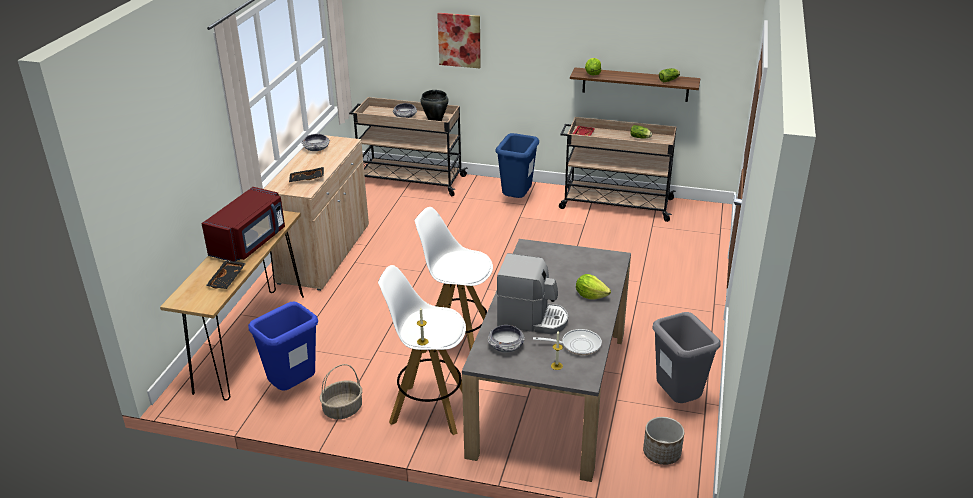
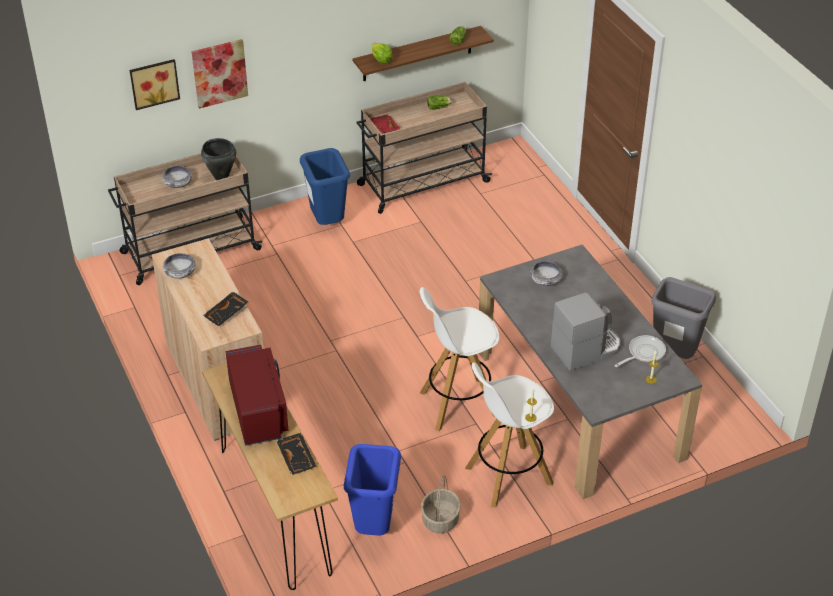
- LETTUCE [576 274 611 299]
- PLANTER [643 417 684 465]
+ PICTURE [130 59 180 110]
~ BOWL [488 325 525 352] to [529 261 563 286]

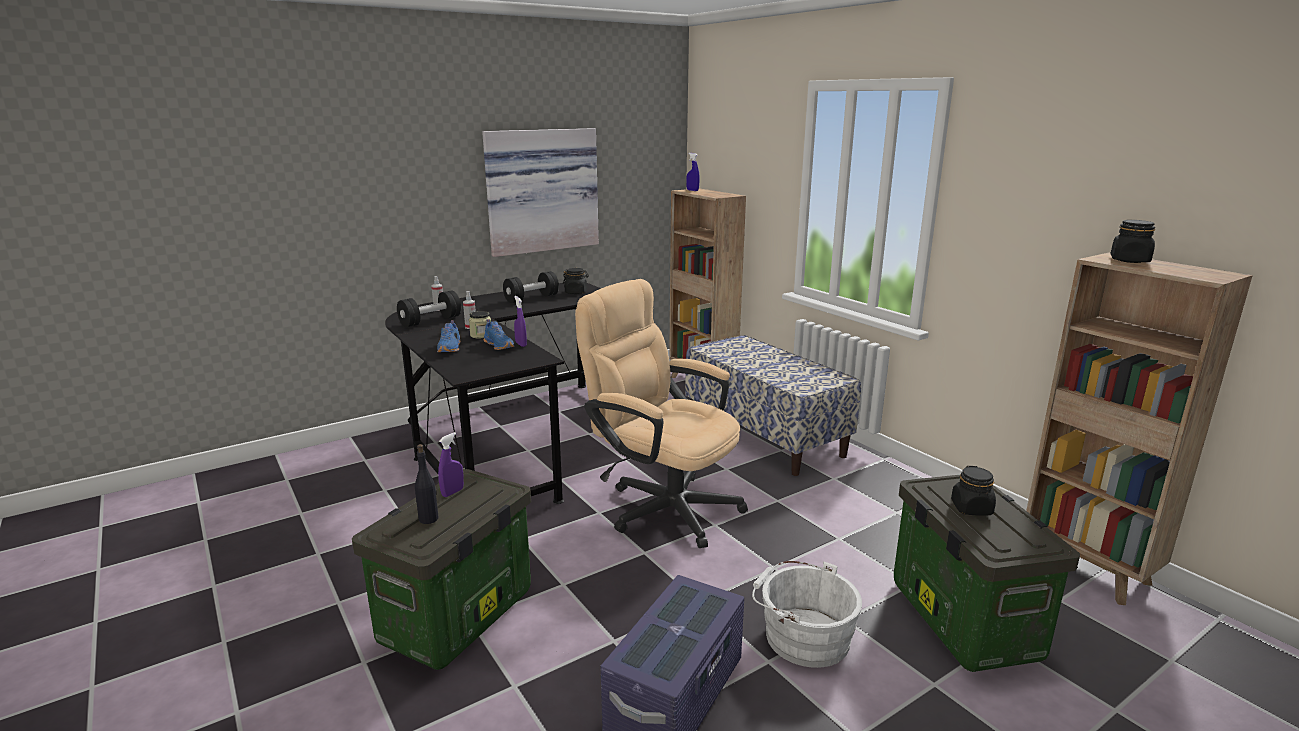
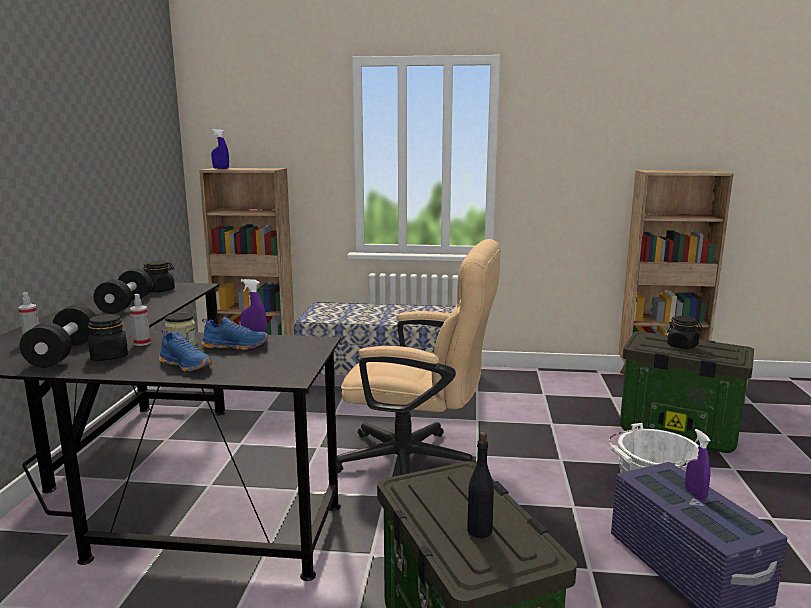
- PICTURE [482 128 599 257]
~ PURPLE SPRAY BOTTLE [438 432 464 497] to [685 429 711 500]
~ BLACK JAR [1111 220 1155 263] to [88 314 128 361]
~ BEIGE OFFICE CHAIR [575 279 748 548] = [337 239 501 475] 150 degrees counterclockwise

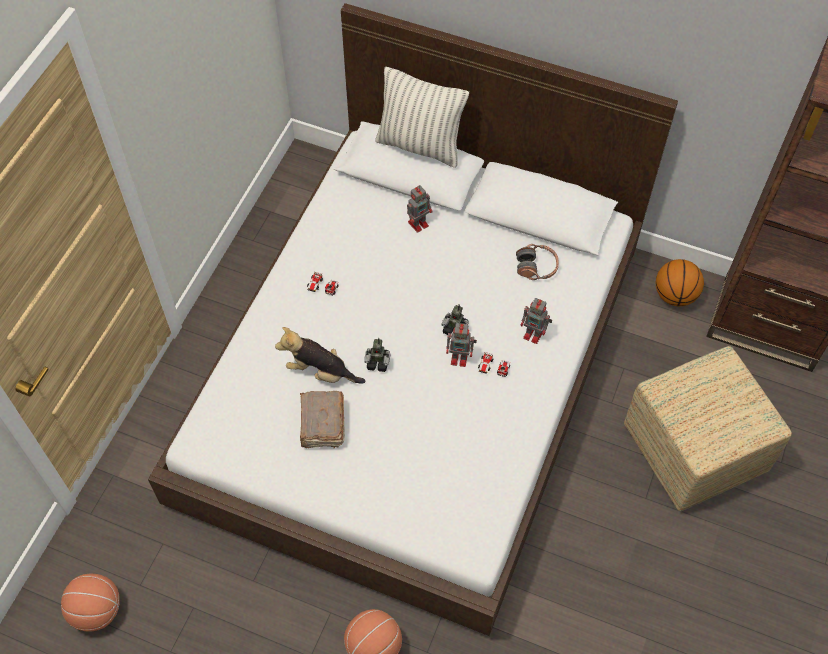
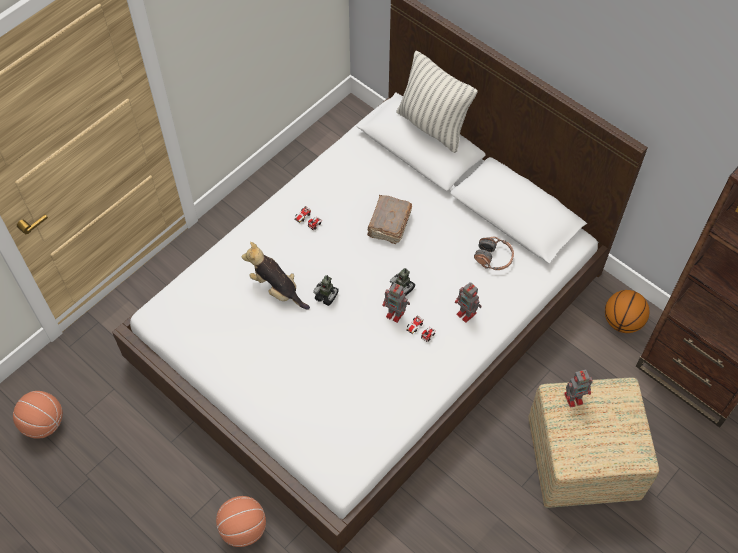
~ BROWN BOOK [300 391 345 448] to [367 195 412 244]
~ TOY ROBOT [407 185 432 233] to [564 369 593 408]

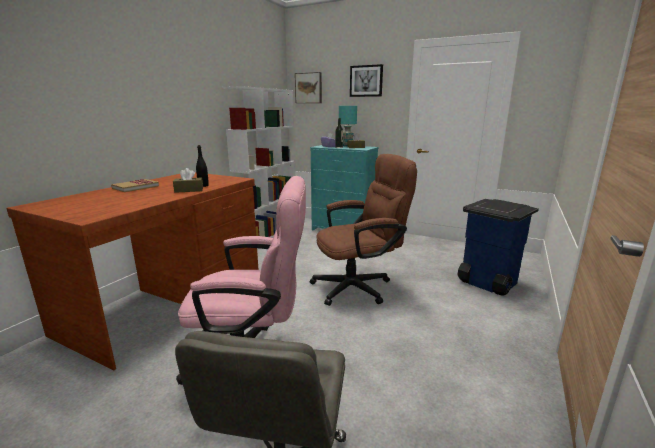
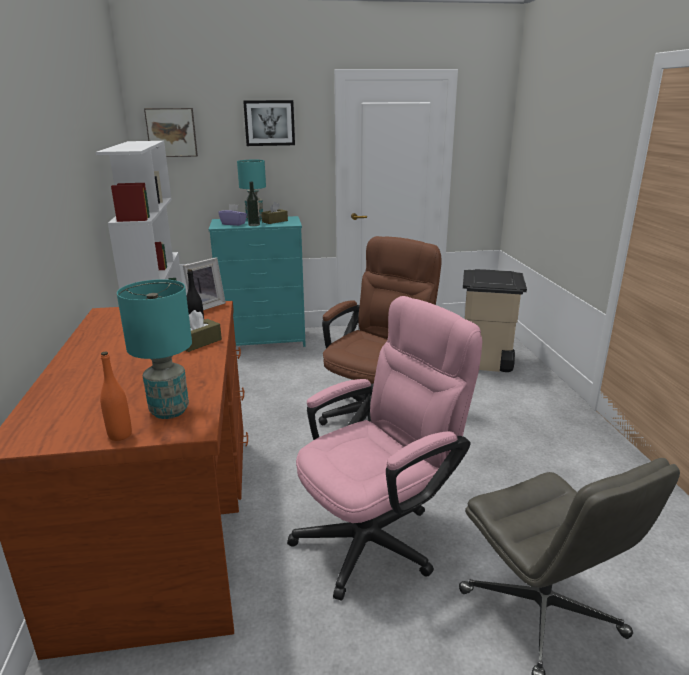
- BOOK [111 179 159 192]
+ ORANGE BOTTLE [100 352 132 441]
+ TURQUOISE TABLE LAMP [117 279 192 419]
+ PICTURE FRAME [183 257 226 310]
~ BLUE TRASH CAN [457 199 539 296] to BEIGE TRASH CAN [463 269 527 372]

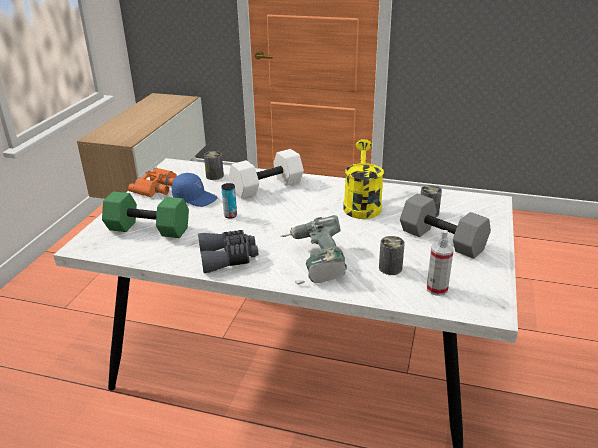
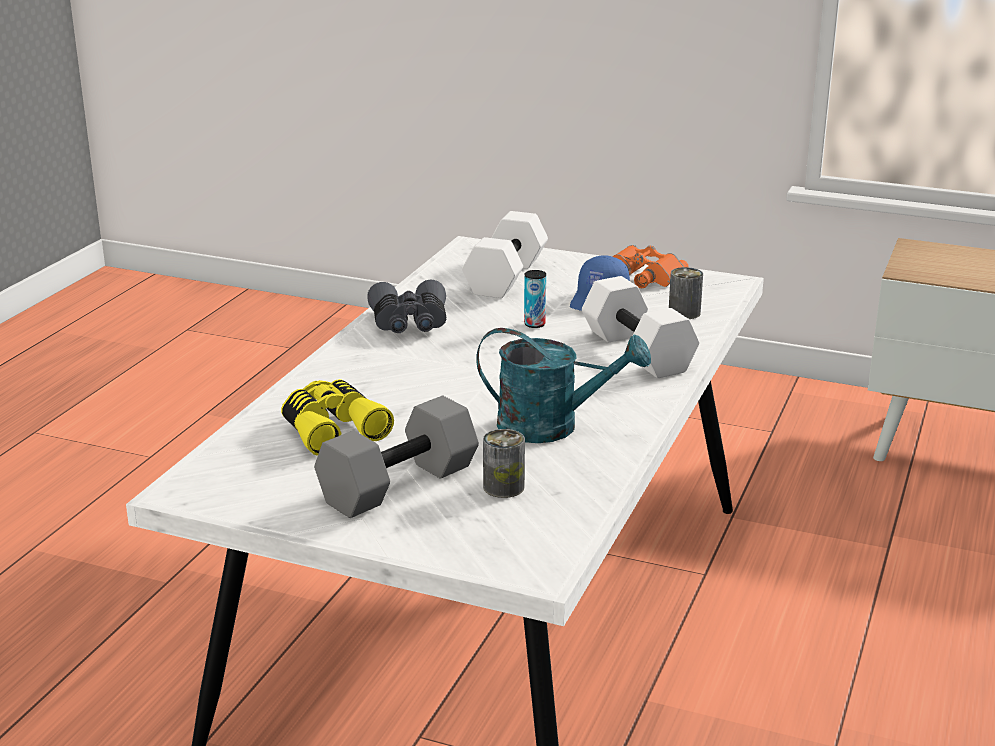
- POWER DRILL [280 215 347 284]
- SPRAY BOTTLE [427 230 454 296]
~ CAN [379 236 405 275] to YELLOW BINOCULARS [281 379 394 456]
~ GREEN DUMBBELL [102 192 189 238] to WHITE DUMBBELL [462 211 548 298]
~ YELLOW WATERING CAN [343 139 384 219] to TURQUOISE WATERING CAN [476 328 651 443]

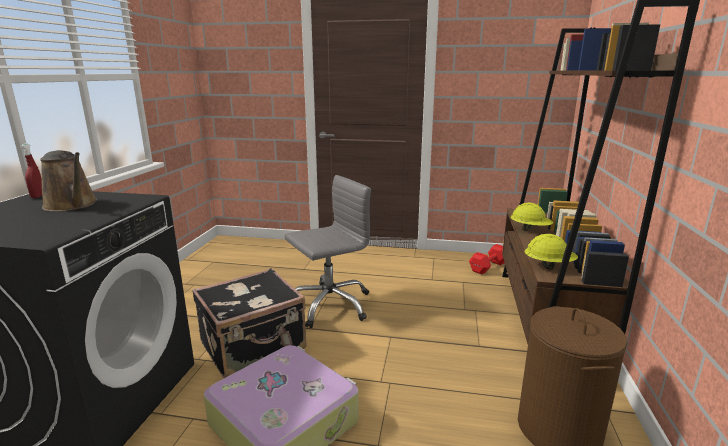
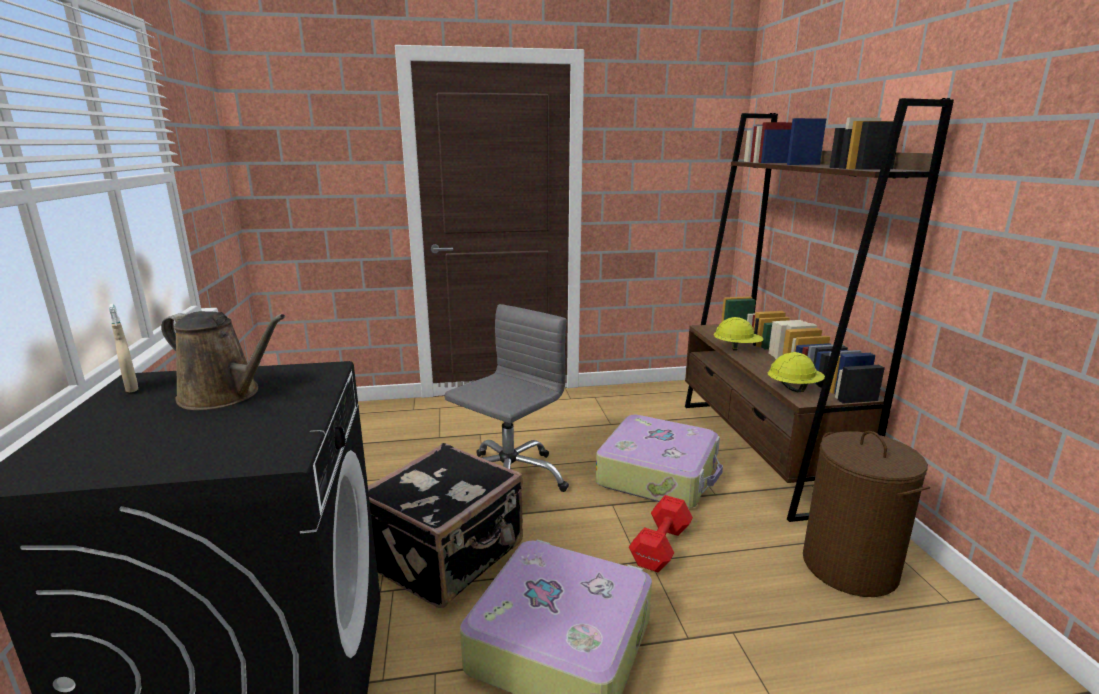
+ SUITCASE [596 415 723 508]
~ RED DUMBBELL [469 244 504 275] to [629 495 693 573]
~ RED SPRAY BOTTLE [20 143 42 198] to BEIGE SPRAY BOTTLE [109 304 138 392]

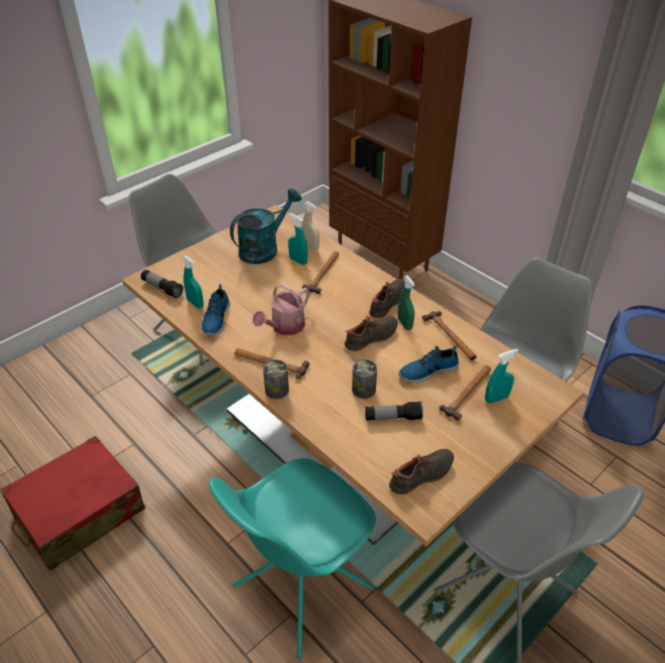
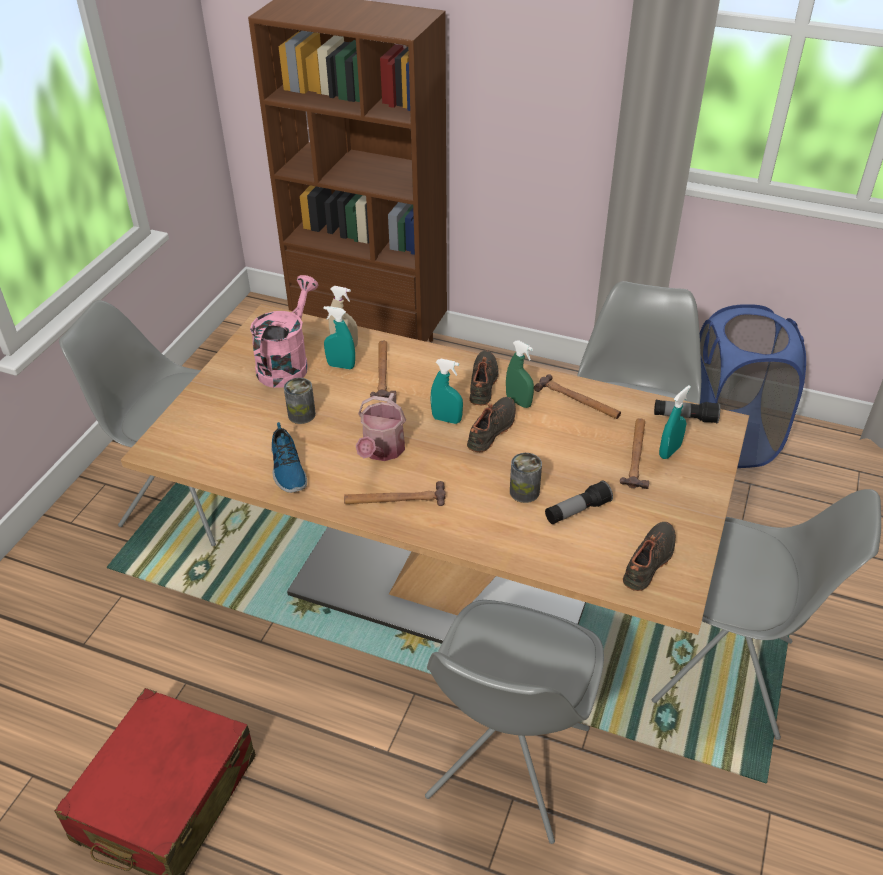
- SHOE [399 345 459 383]
~ FLASHLIGHT [141 270 183 298] to [654 400 720 424]
~ TURQUOISE SPRAY BOTTLE [182 256 204 308] to [430 359 463 424]
~ CAN [263 360 289 399] to [284 378 316 424]
~ TURQUOISE CHAIR [209 458 376 660] to GREY CHAIR [425 600 604 844]
~ TURQUOISE WATERING CAN [230 188 302 264] to PINK WATERING CAN [250 275 319 388]

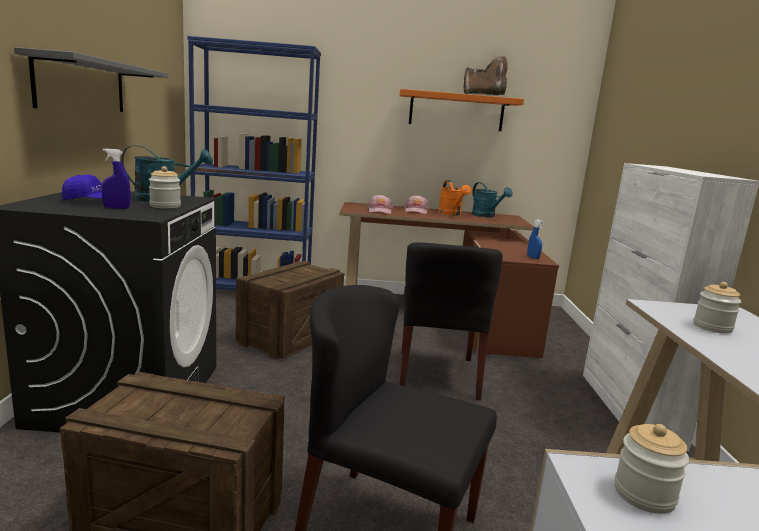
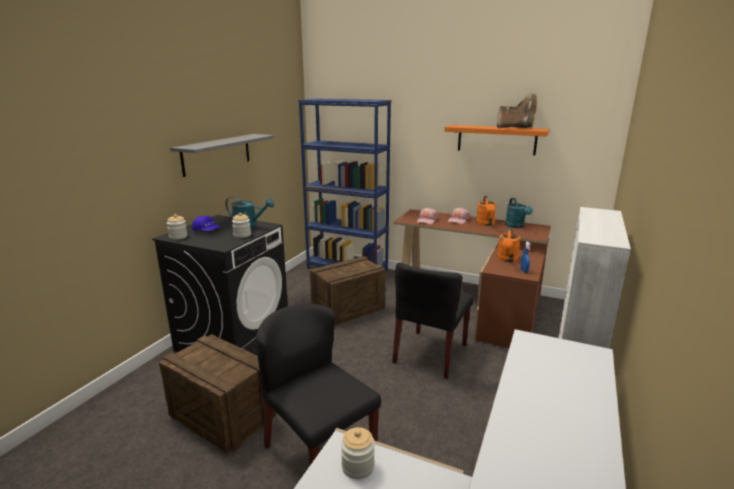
- BLUE SPRAY BOTTLE [101 148 131 209]
+ ORANGE WATERING CAN [497 228 520 262]
~ JAR [694 282 741 334] to [167 214 187 240]

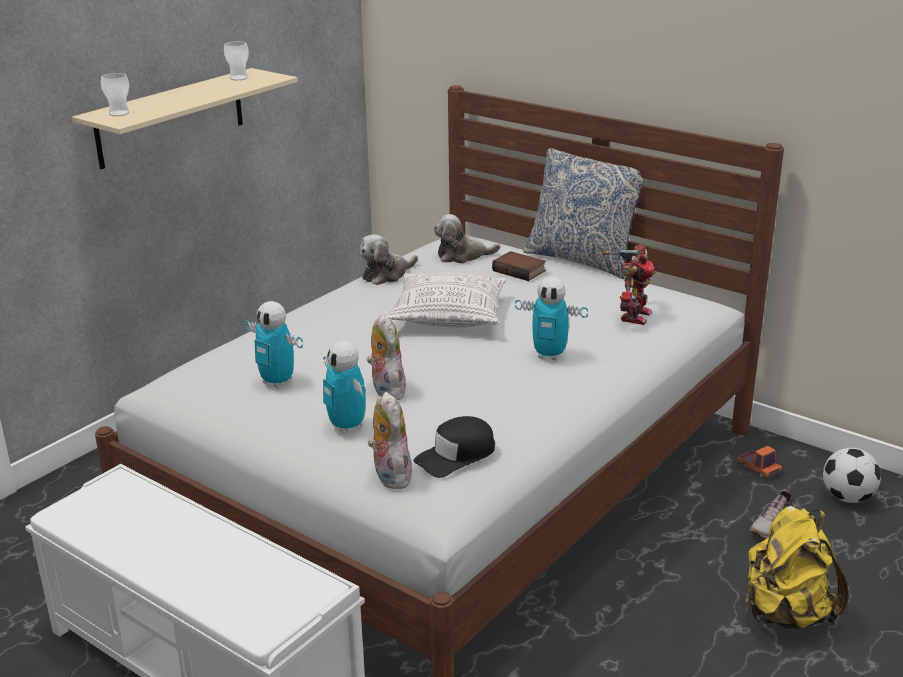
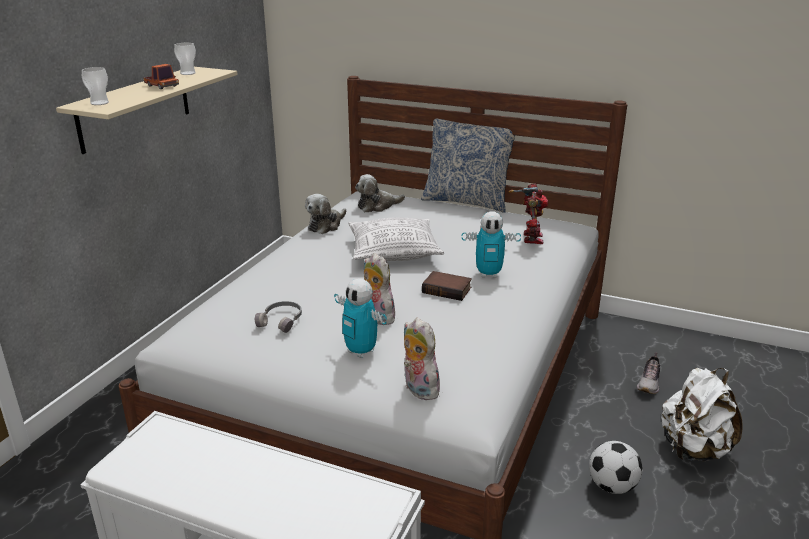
- BLACK CAP [414 416 495 478]
~ BOOK [492 251 546 281] to [422 271 472 301]
~ TOY TRUCK [737 446 782 479] to [144 64 179 89]
~ FOOTBALL [823 448 881 503] to [589 441 643 494]
~ TOY ROBOT [244 301 303 388] to GREY HEADPHONES [255 301 302 333]
~ YELLOW BACKPACK [745 506 849 629] to WHITE BACKPACK [661 368 743 461]

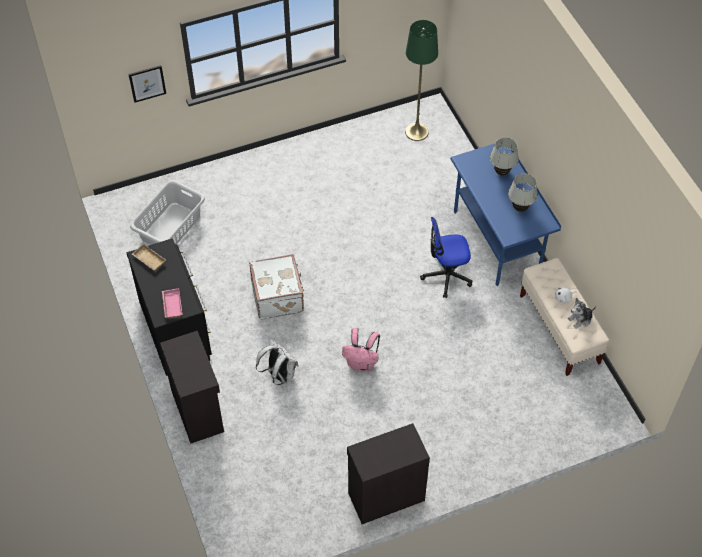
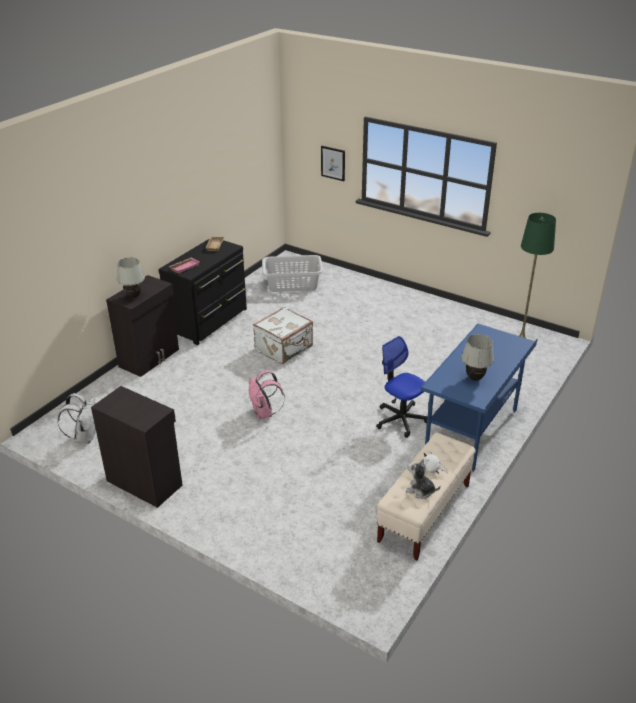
~ WHITE BACKPACK [256 340 299 385] to [57 393 96 444]
~ WHITE TABLE LAMP [490 137 519 175] to [117 257 145 299]

